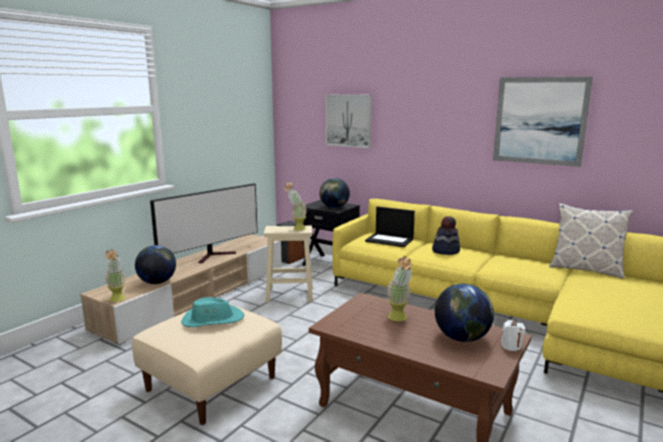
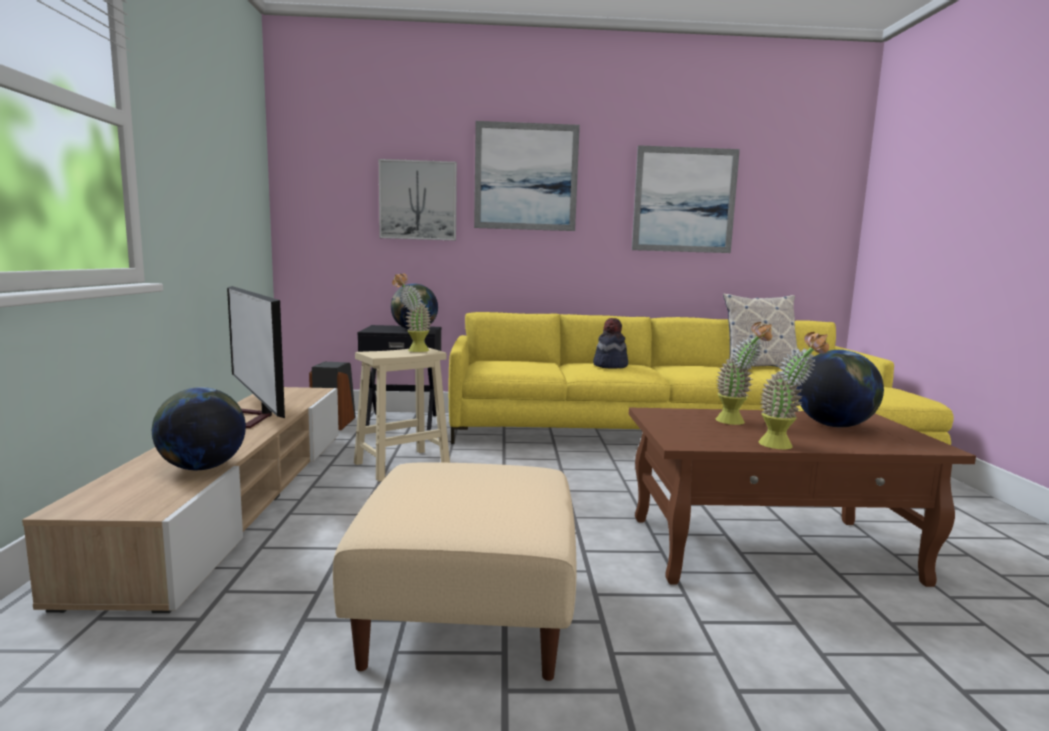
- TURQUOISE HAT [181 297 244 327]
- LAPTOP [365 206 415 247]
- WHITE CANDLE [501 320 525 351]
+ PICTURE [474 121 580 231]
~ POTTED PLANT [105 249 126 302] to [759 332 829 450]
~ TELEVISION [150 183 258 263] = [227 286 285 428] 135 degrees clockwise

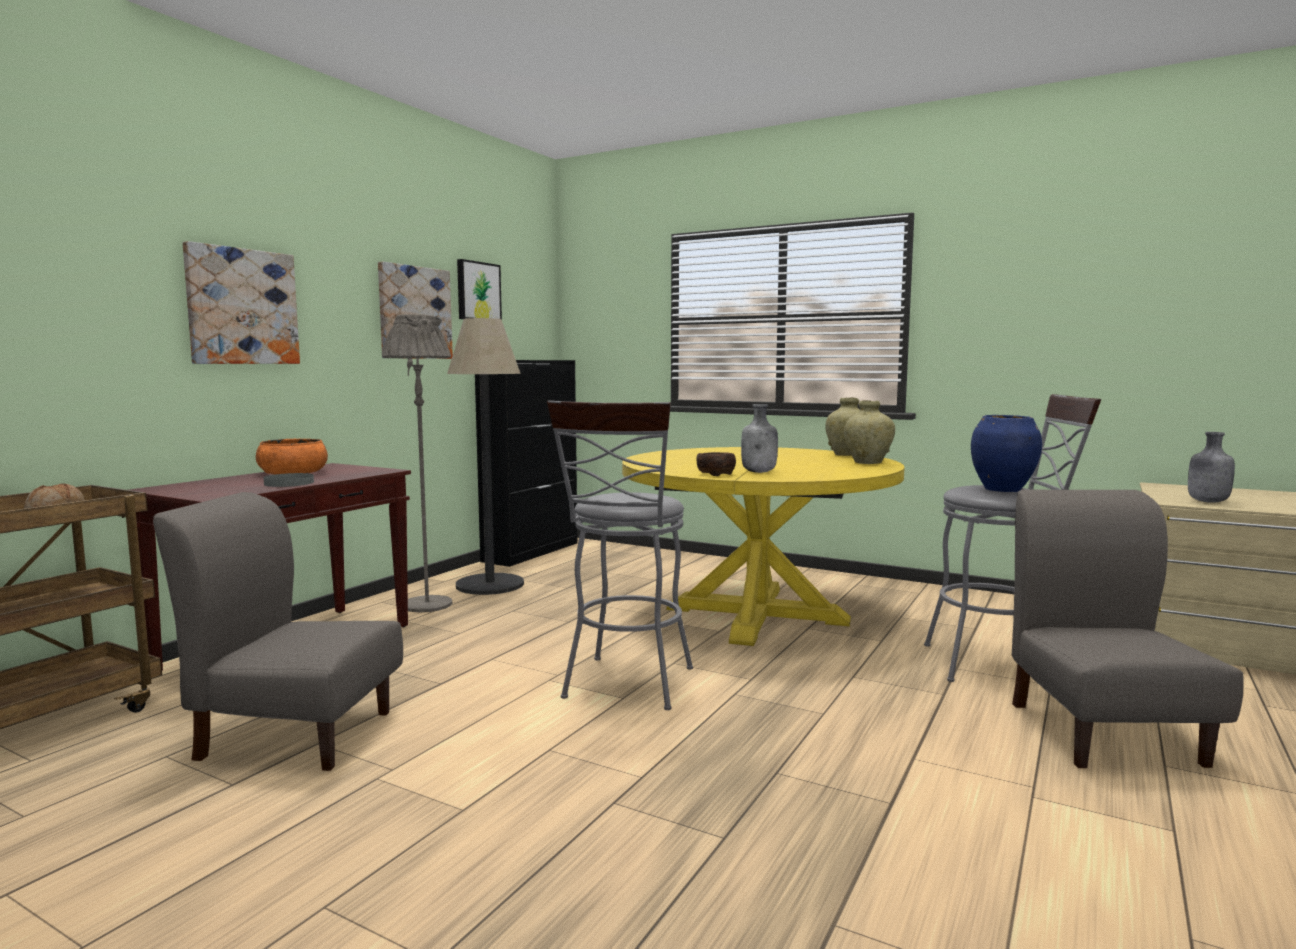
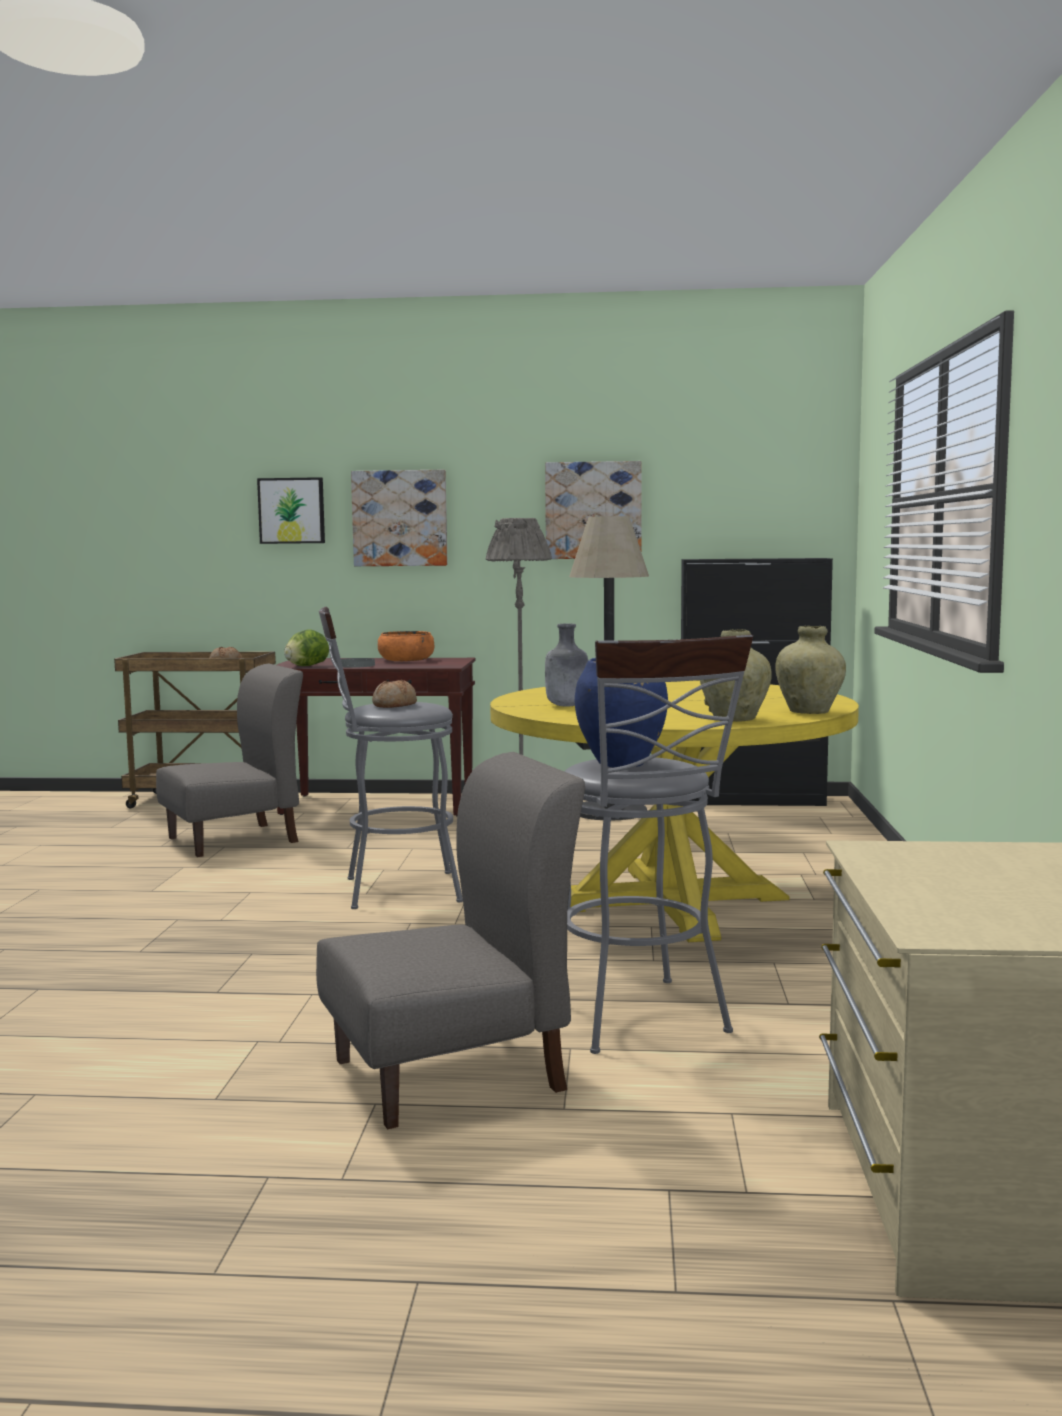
- BROWN BOWL [696 452 736 476]
- GREY BOTTLE [1188 432 1235 503]
+ LETTUCE [284 629 329 666]
+ BREAD [372 680 417 708]
~ PICTURE [457 259 502 320] to [257 477 325 544]
~ GREY CHAIR [153 492 403 771] = [156 663 303 857] 75 degrees clockwise

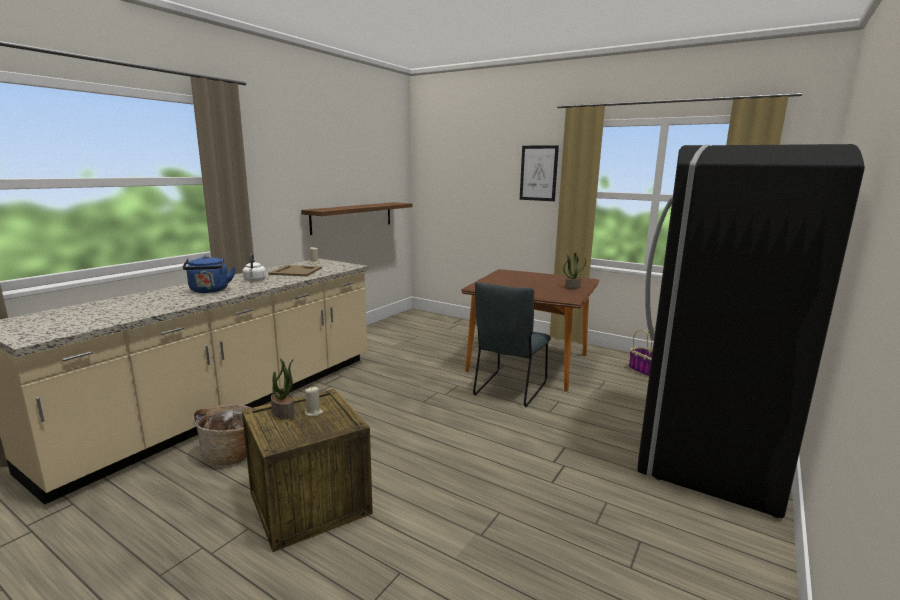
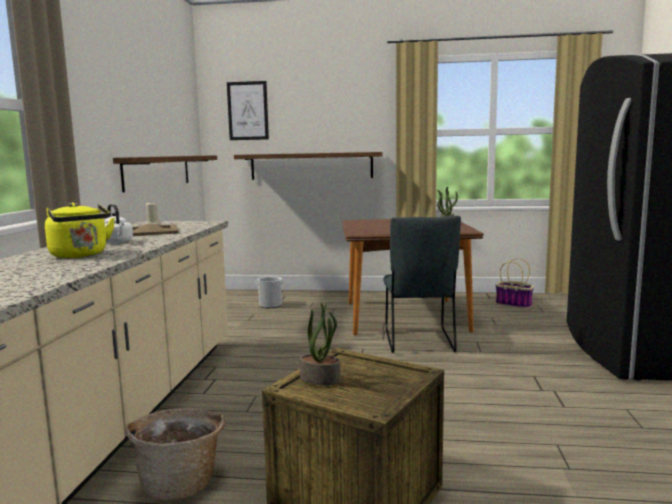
- BEIGE CANDLE [305 387 323 416]
+ SHELF [234 152 383 180]
+ BUCKET [256 276 284 308]
~ PICTURE [520 145 559 201] to [227 81 269 140]
~ BLUE KETTLE [183 255 235 293] to YELLOW KETTLE [45 202 115 258]

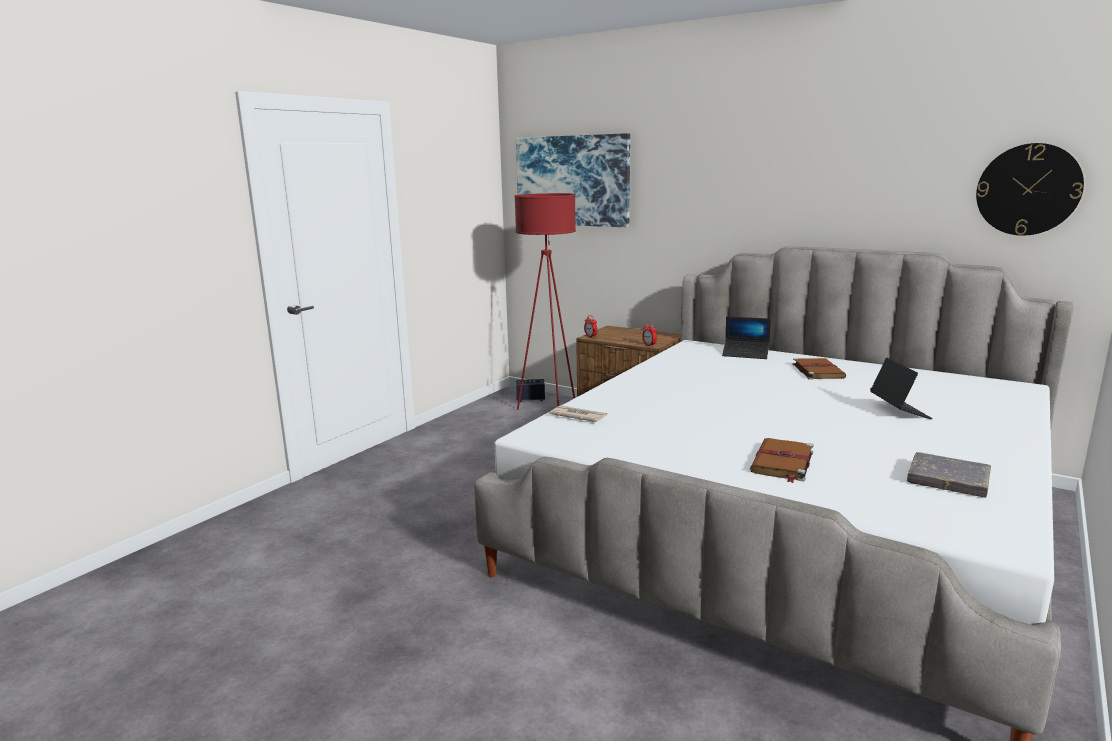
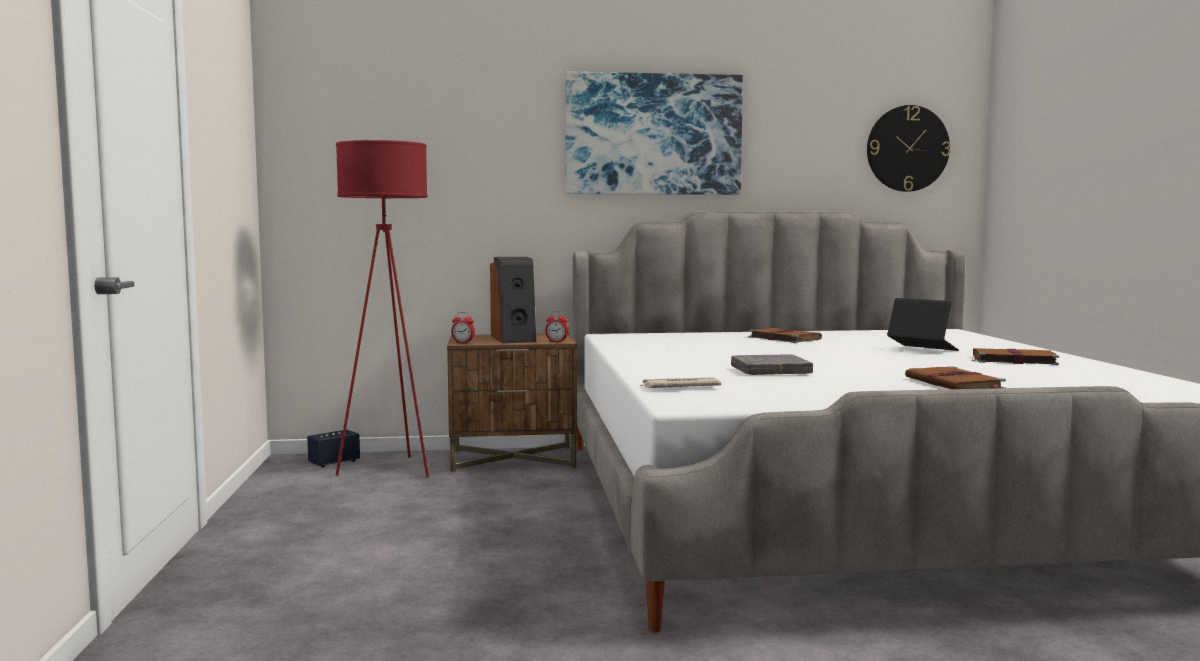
- LAPTOP [722 316 771 359]
+ SPEAKER [490 257 536 343]
+ BROWN BOOK [972 348 1059 365]
~ PICTURE [516 133 630 227] to [565 72 743 195]
~ GREY BOOK [907 452 991 498] to [731 354 813 375]

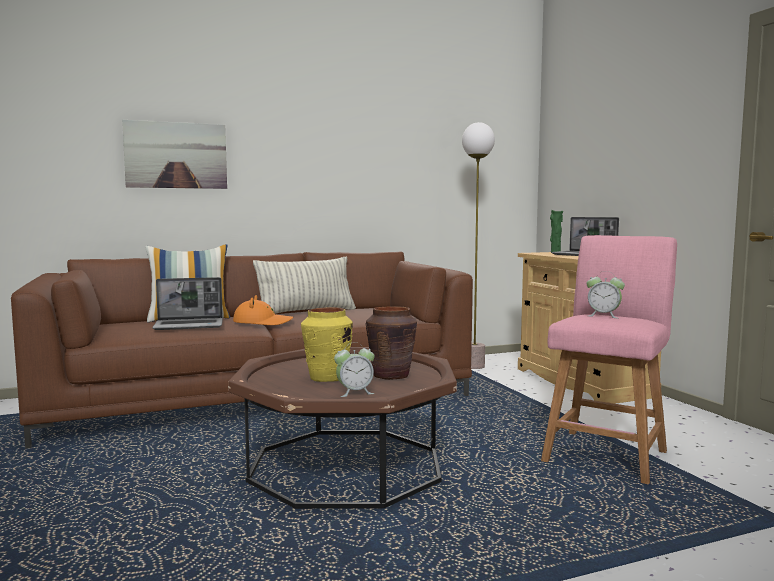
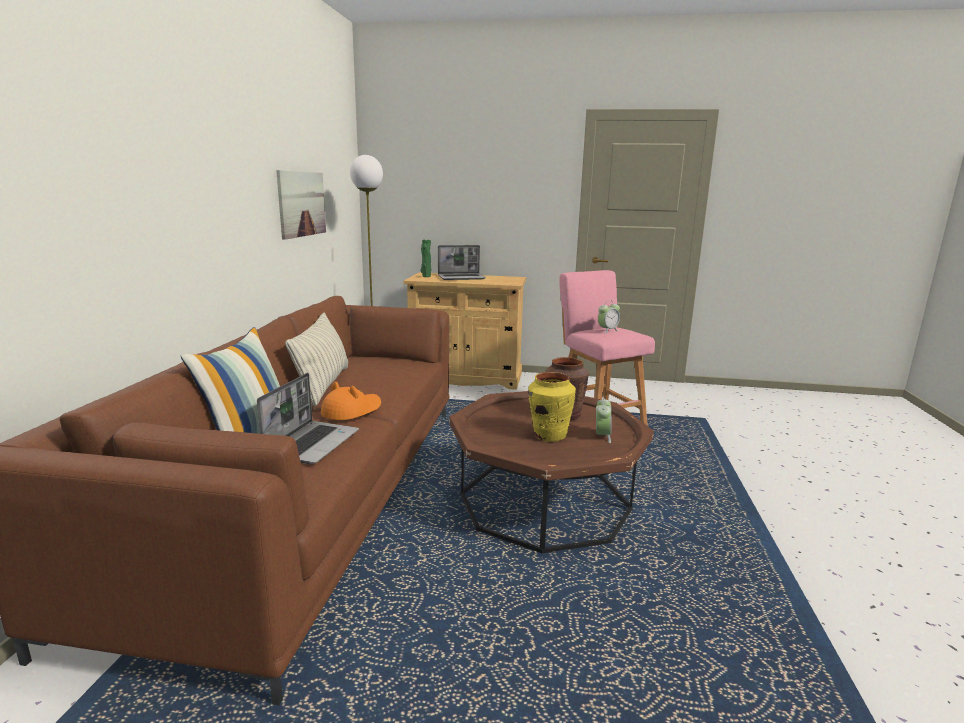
~ PICTURE [122 120 227 189] to [276 170 326 240]

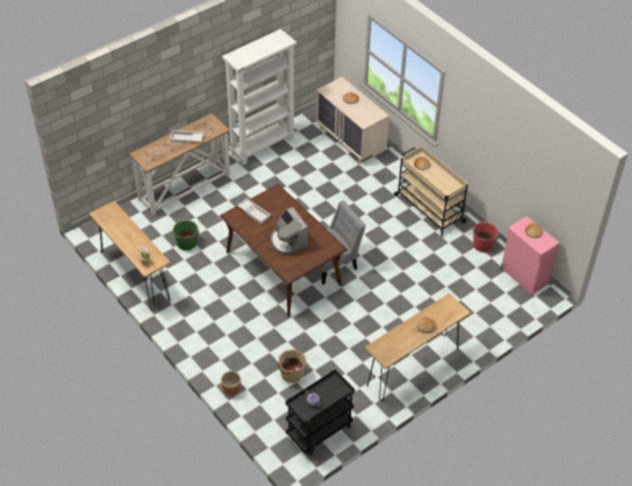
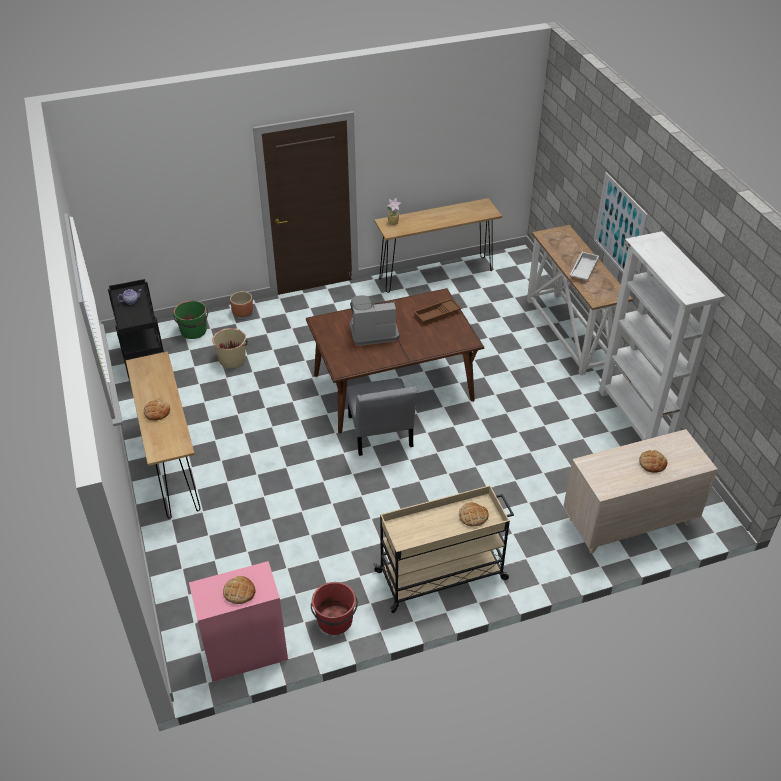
+ PICTURE [594 172 648 275]
~ GREEN BUCKET [173 220 199 251] to [173 300 208 339]
~ WHITE TRAY [237 198 271 224] to BROWN TRAY [414 298 461 326]

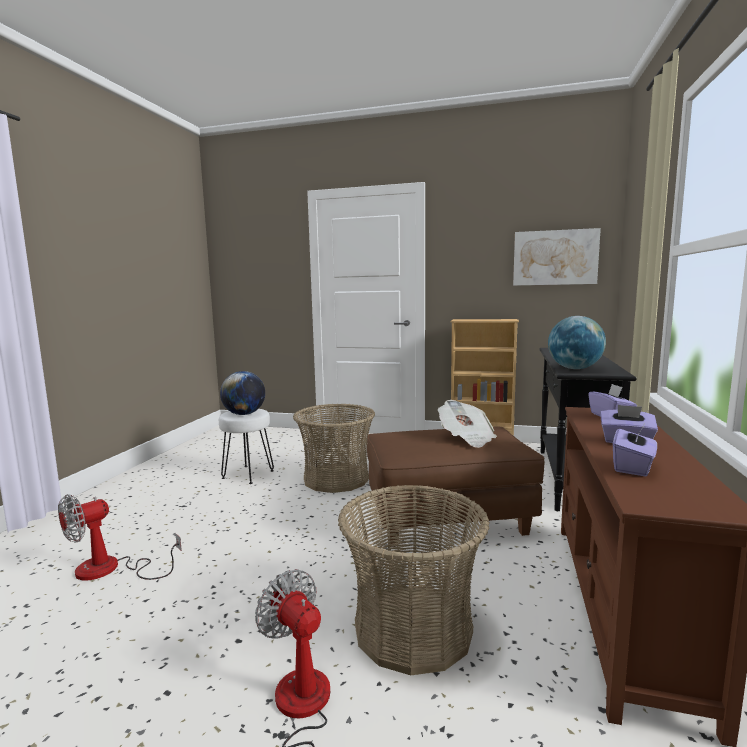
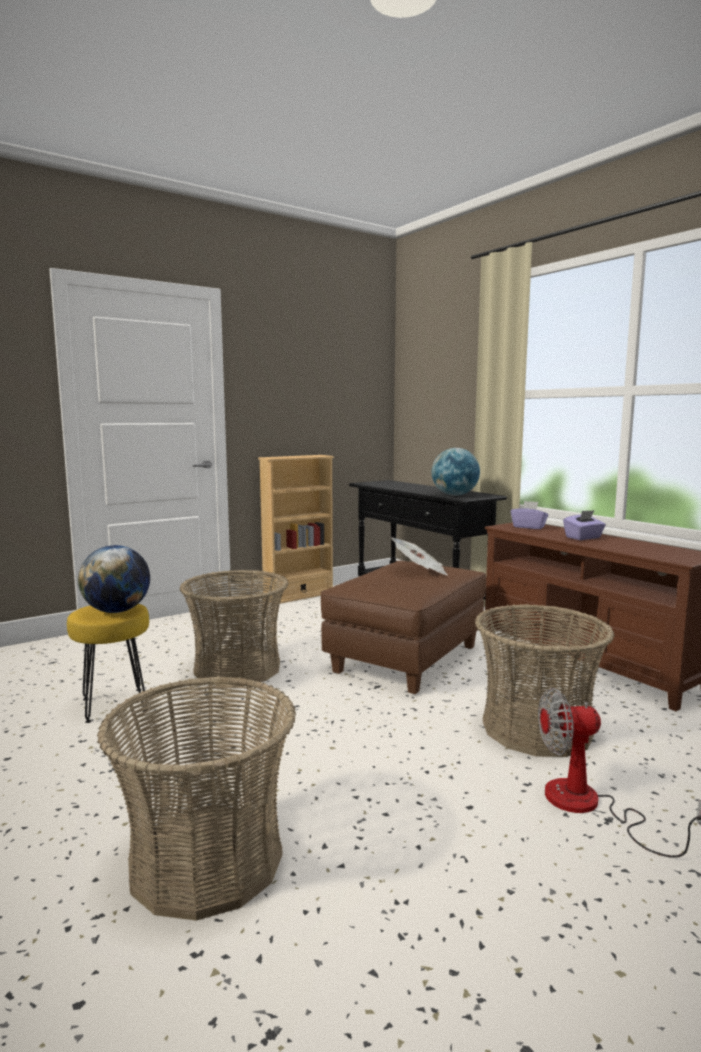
- PICTURE [513 228 601 286]
- PURPLE TISSUE BOX [613 425 657 477]
~ FAN [58 494 182 581] to BASKET [97 676 296 921]
~ WHITE STOOL [219 409 274 484] to YELLOW STOOL [67 604 149 723]

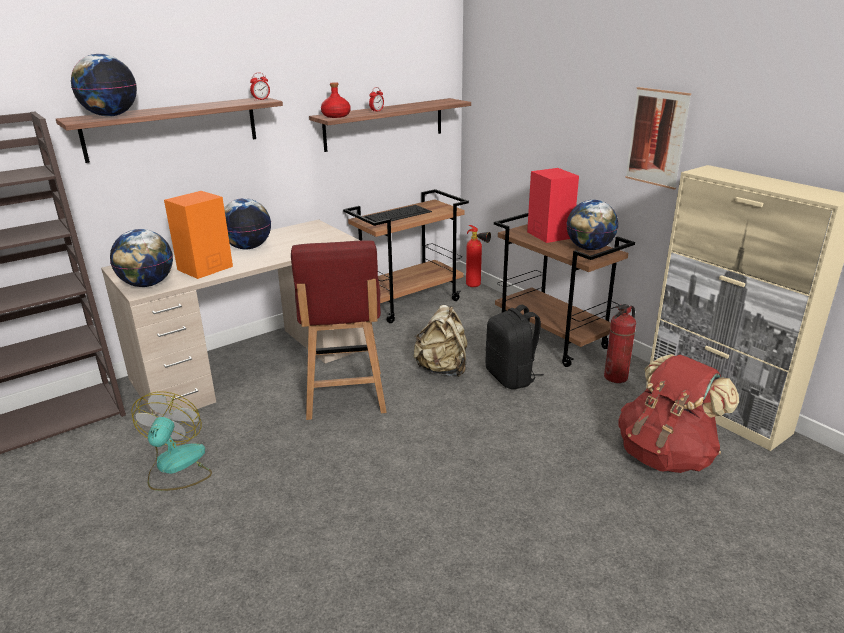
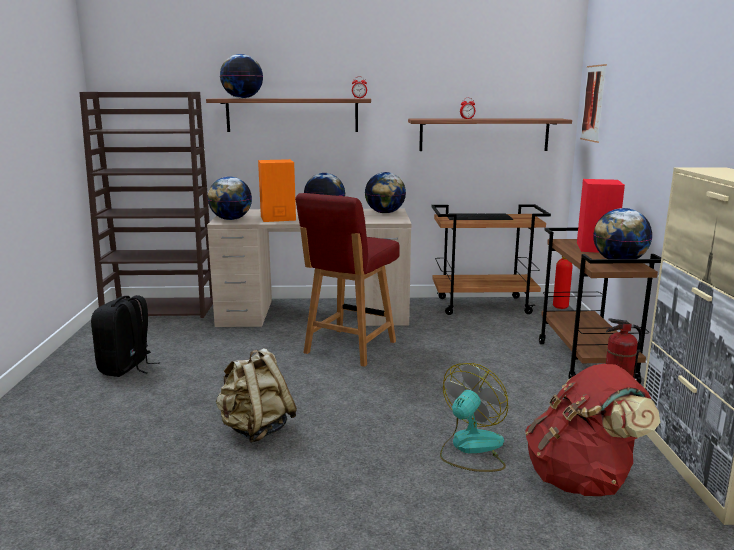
- RED BOTTLE [321 82 351 118]
+ GLOBE [365 172 406 214]
~ FAN [131 391 212 491] to [440 363 508 472]
~ BEIGE BACKPACK [414 305 468 377] to [216 348 297 443]
~ BLACK BACKPACK [485 305 544 389] to [91 295 160 377]
~ PICTURE [625 87 691 190] to [580 64 607 143]

